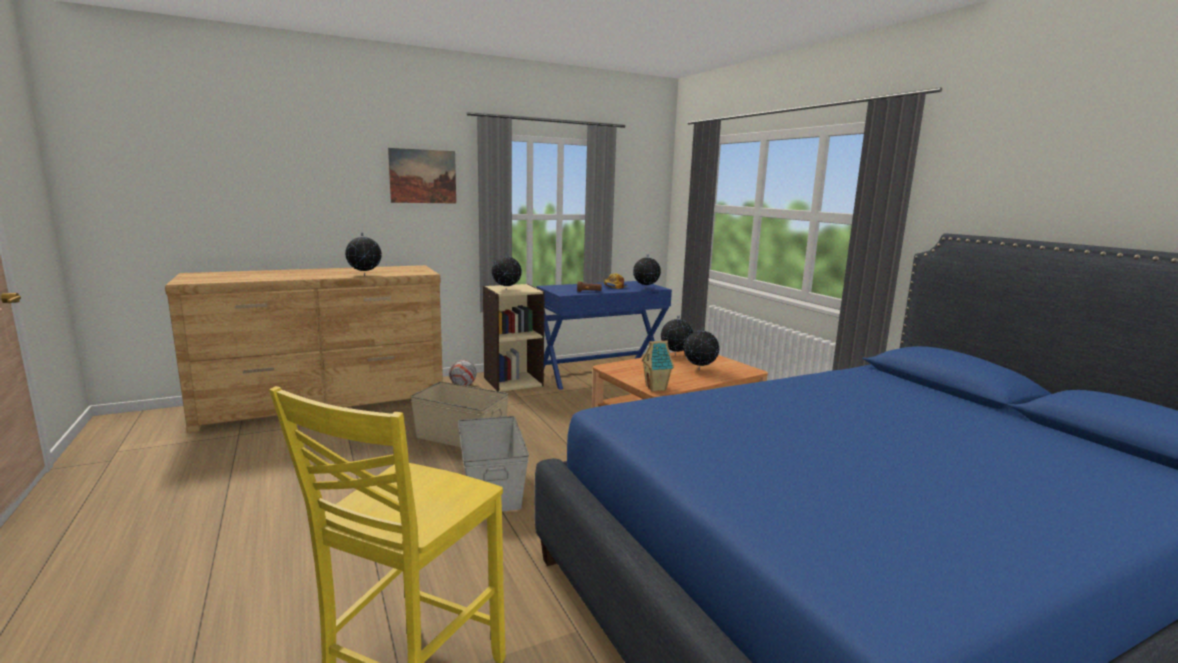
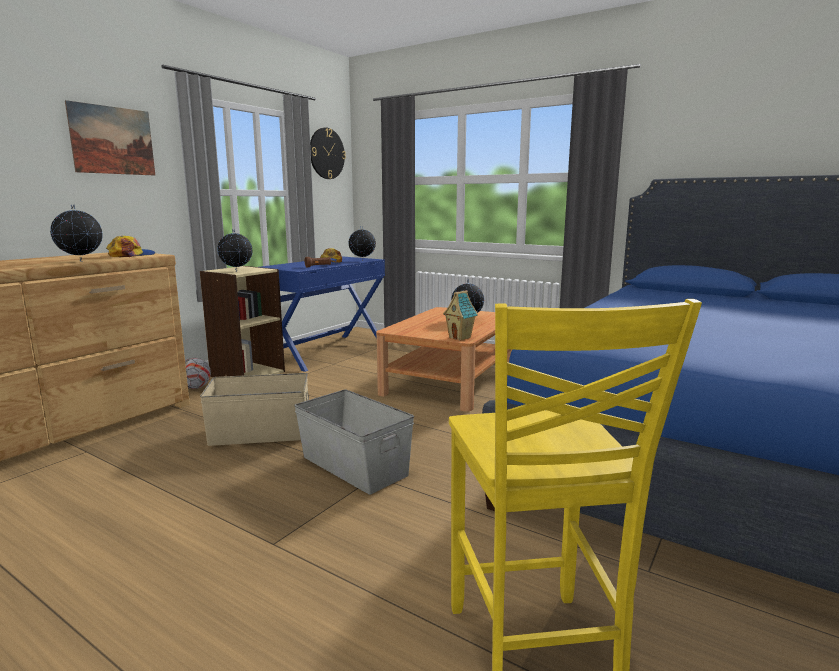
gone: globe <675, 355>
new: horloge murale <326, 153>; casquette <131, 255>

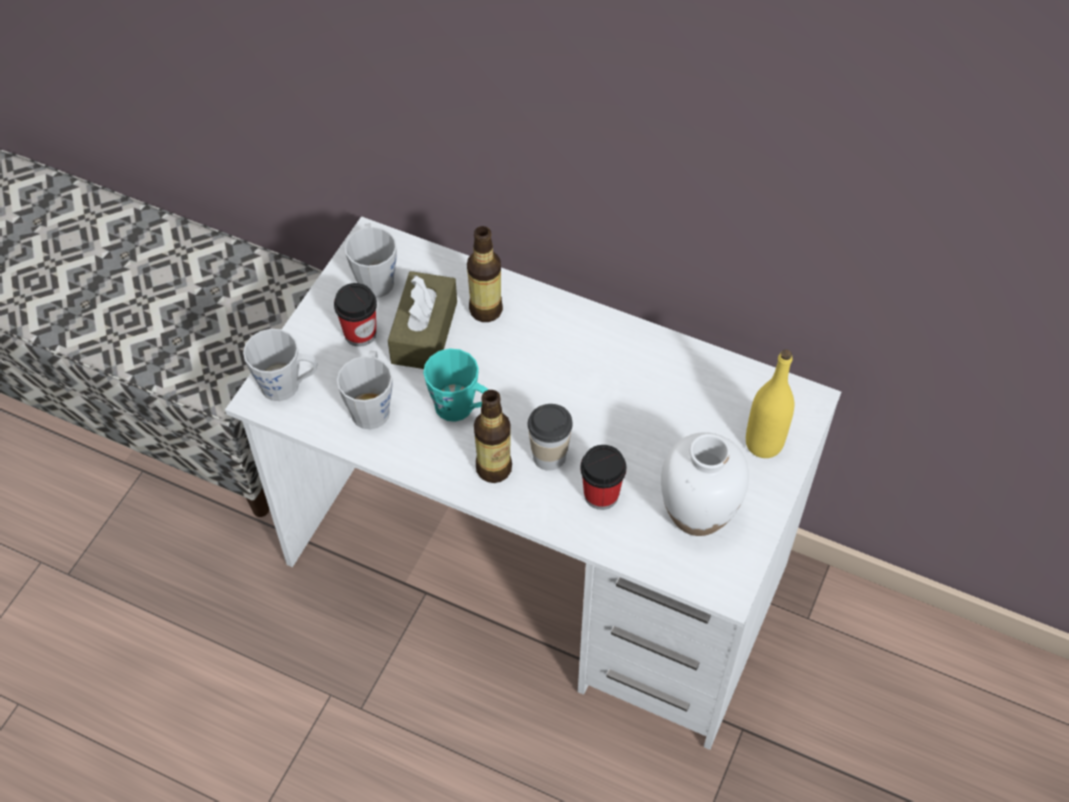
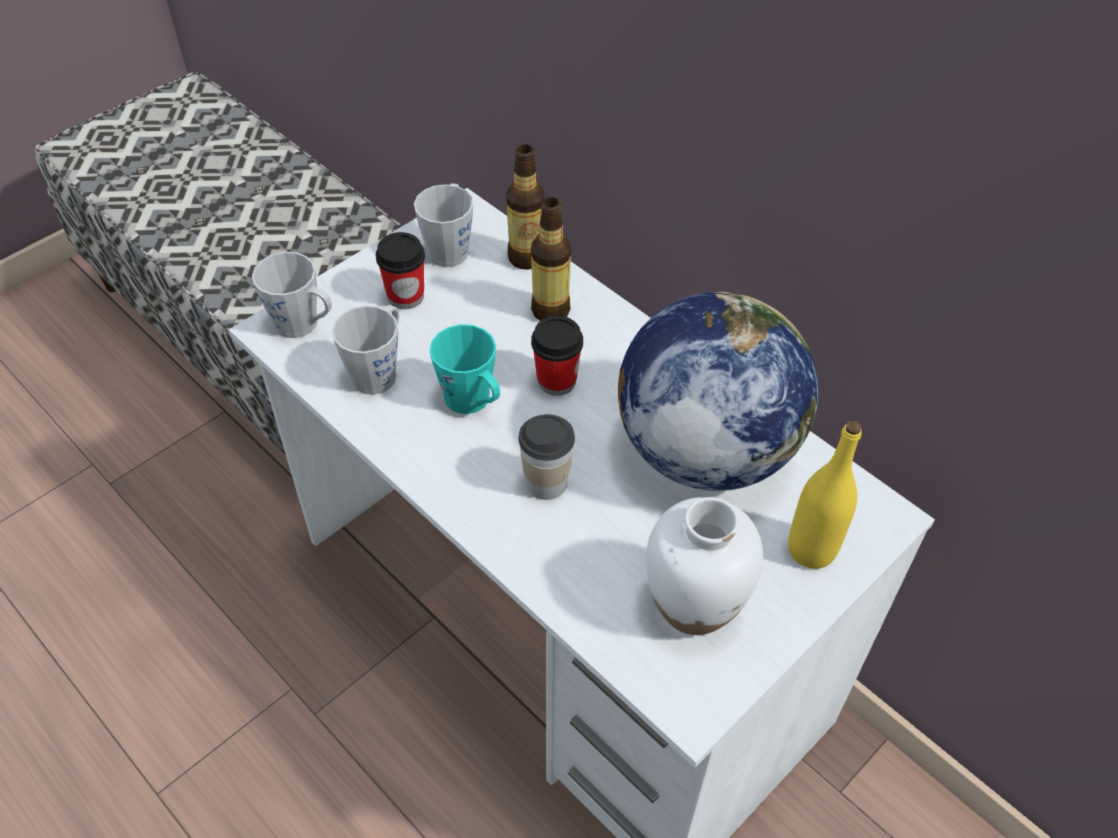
gone: boîte à mouchoirs/marron <424, 332>
new: globe <704, 450>
shifted: bouteille <494, 468> to <526, 258>; tasse <601, 494> to <556, 380>

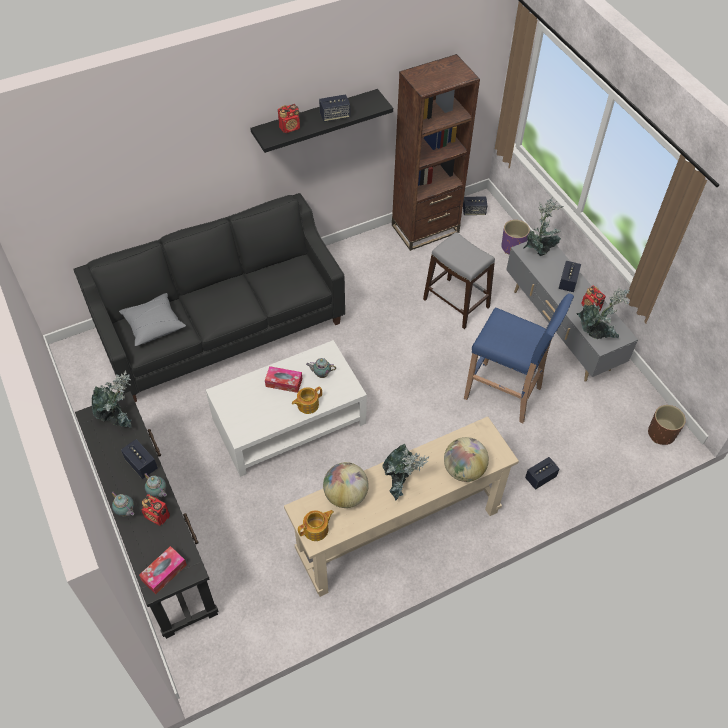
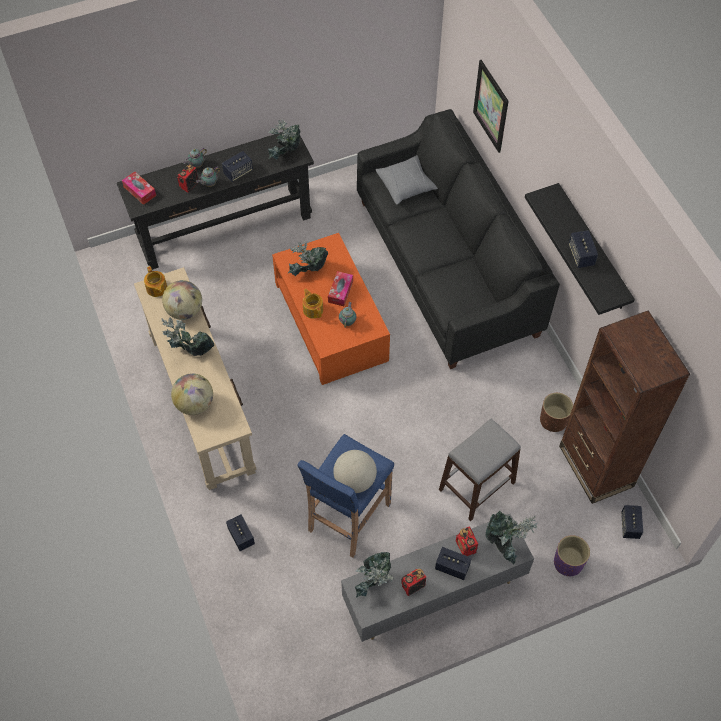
new: tableau <491, 106>; plante en pot <308, 273>; globe <355, 480>
shifted: radio <290, 128> to <466, 547>; cache-pot/marron <661, 434> to <553, 420>
repainted: table basse/blanc <289, 421> to table basse/orange <331, 321>

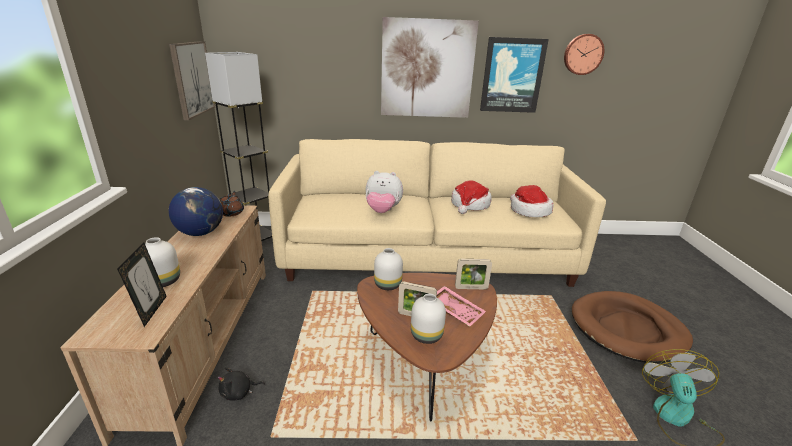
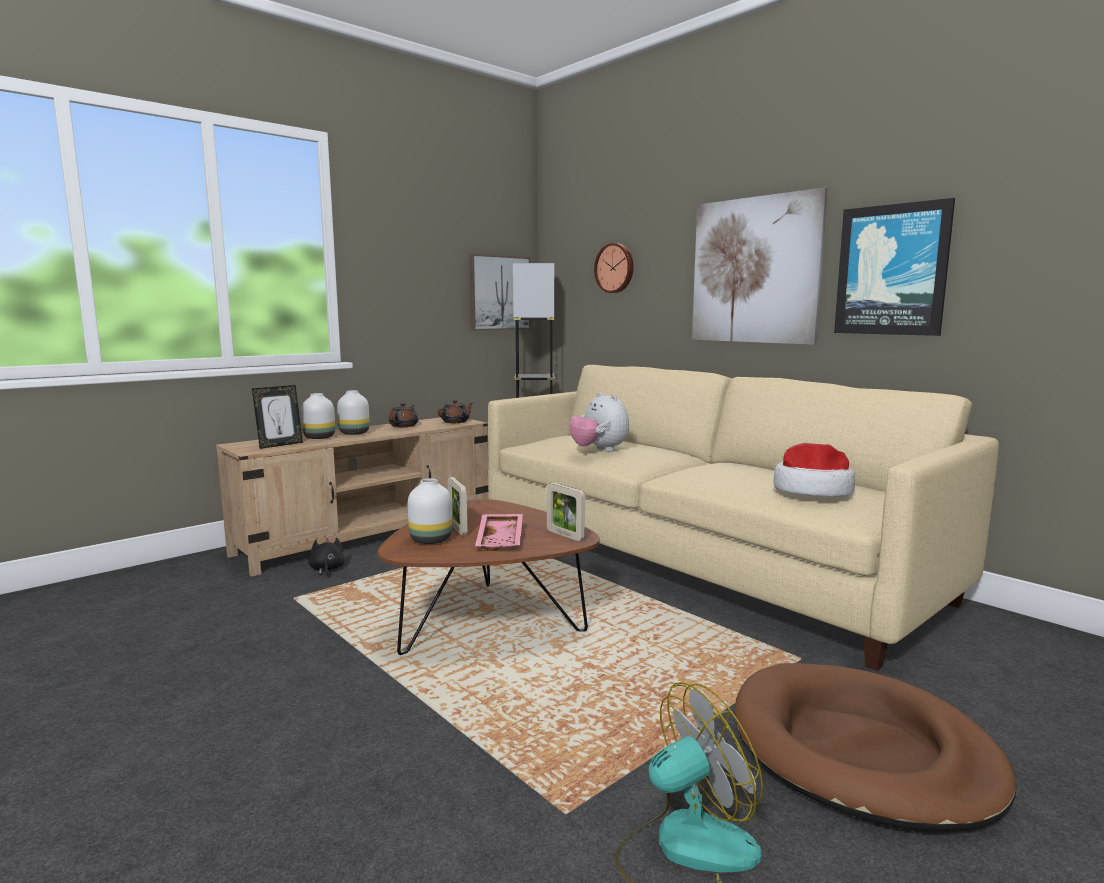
gone: chapeau <470, 205>
shifted: horloge murale <583, 54> to <615, 268>; vase/blanc <388, 285> to <354, 433>
swapped: globe <200, 233> to théière/marron <404, 426>
rotated: peluche/noir <239, 392> = <327, 569> 45 degrees clockwise

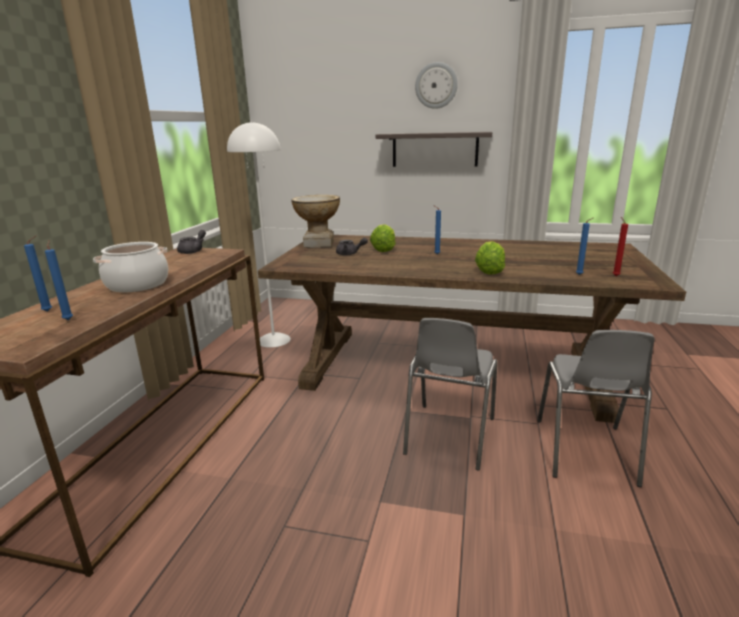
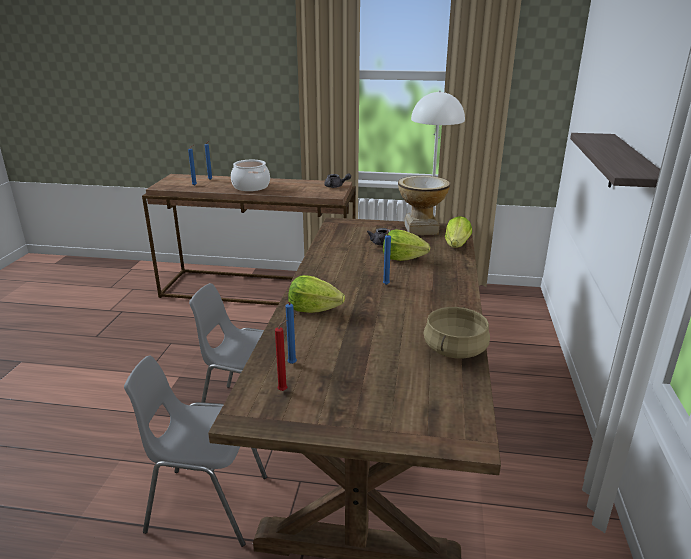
gone: horloge murale <436, 85>
new: laitue <456, 245>; marmite/beige <454, 349>

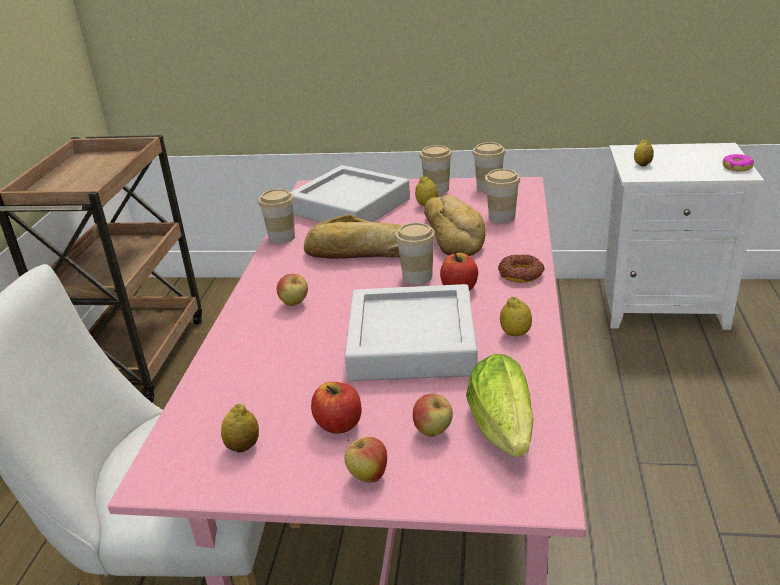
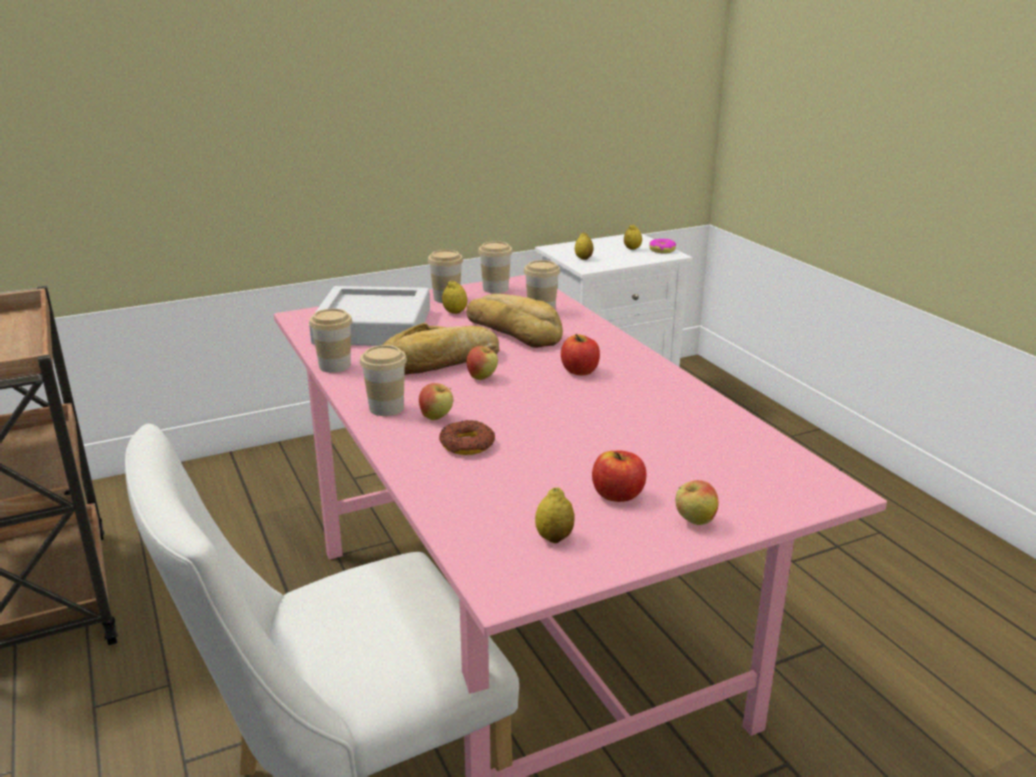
gone: plateau/gris <411, 342>; laitue <503, 432>
shifted: tasse <417, 277> to <386, 408>; beignet <520, 274> to <467, 444>; citron <515, 333> to <632, 249>; pomme <433, 432> to <482, 378>

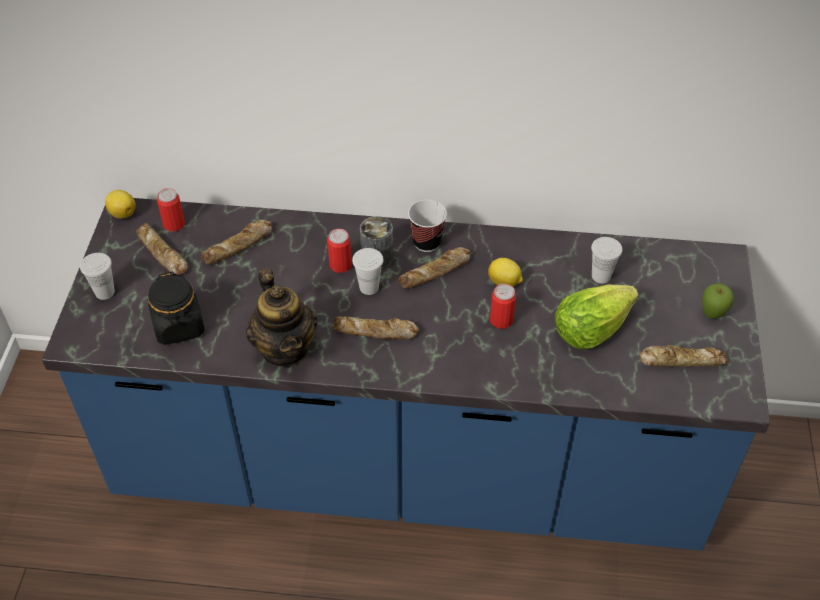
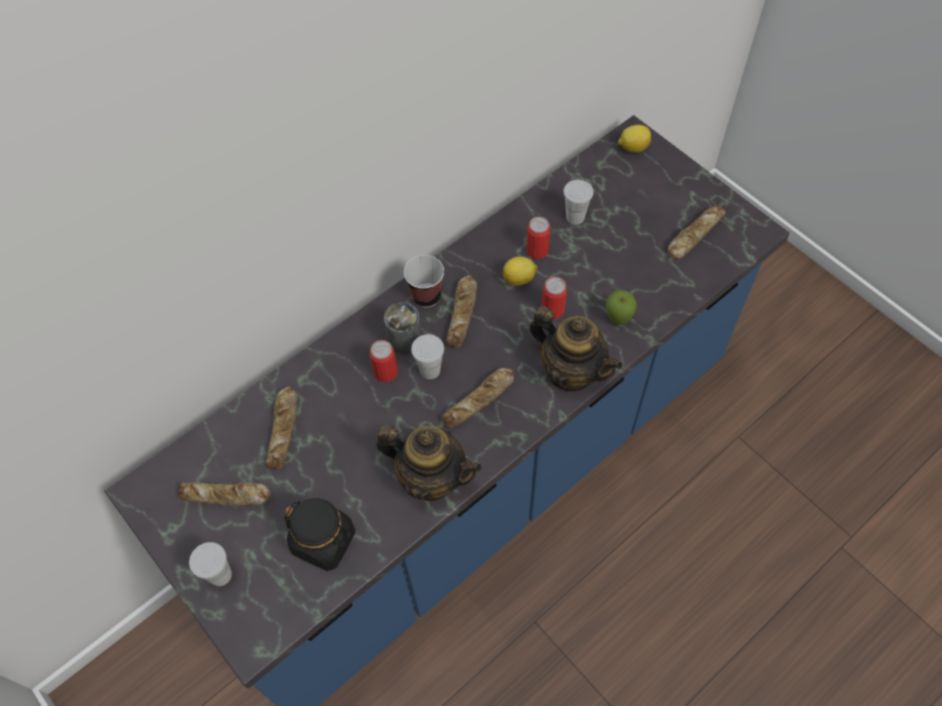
gone: laitue <590, 330>
new: théière <571, 371>
shifted: boîte métallique <174, 224> to <537, 250>; citron <122, 213> to <633, 147>; pomme <712, 315> to <618, 319>

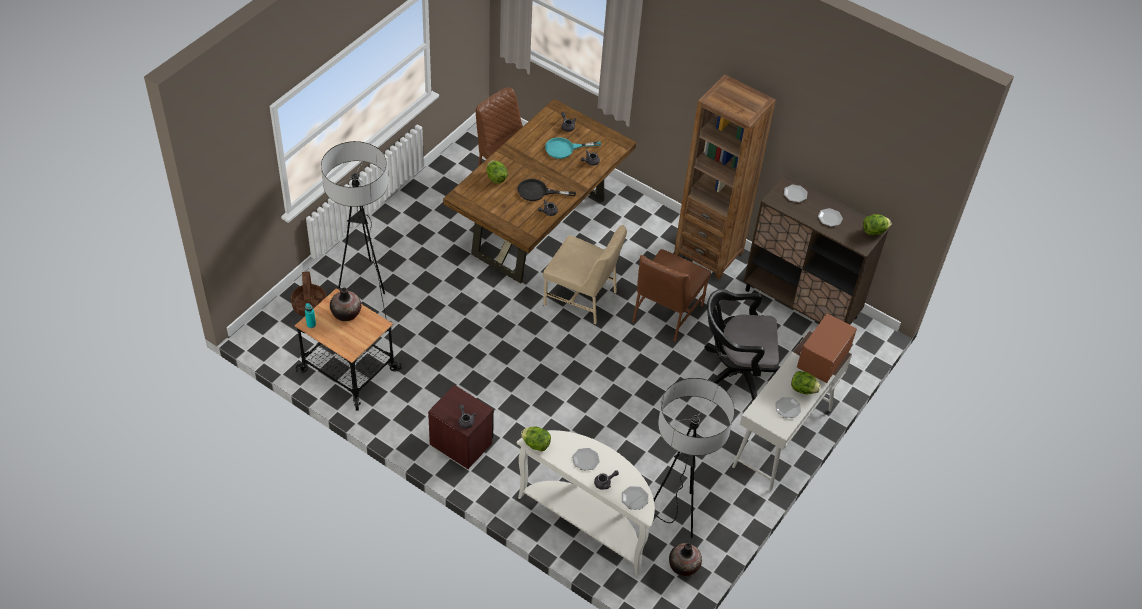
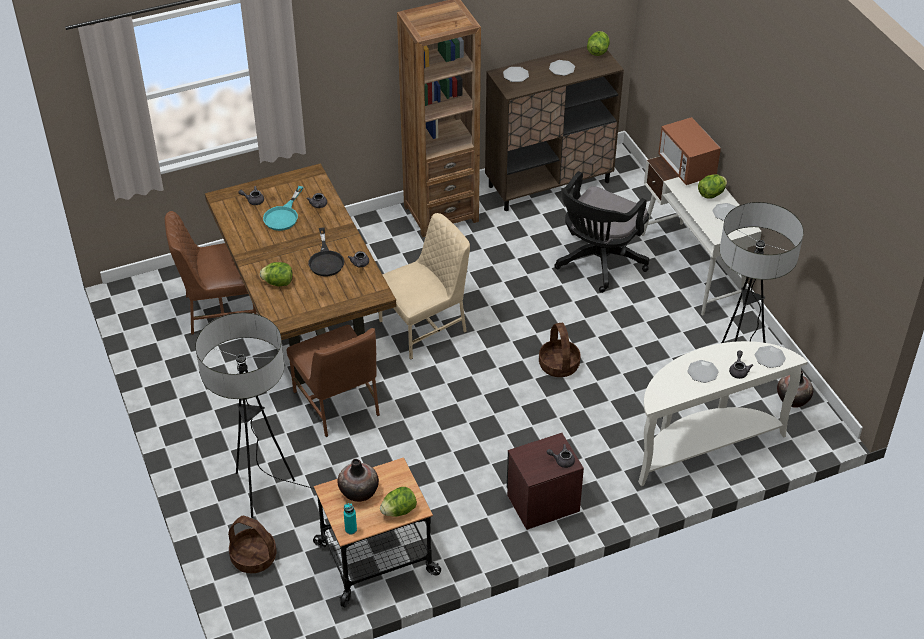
new: panier <559, 365>
shifted: chaise/marron <665, 313> to <338, 404>; laitue <536, 444> to <399, 510>
rotated: poêle/noir <538, 192> = <326, 260> 45 degrees counterclockwise

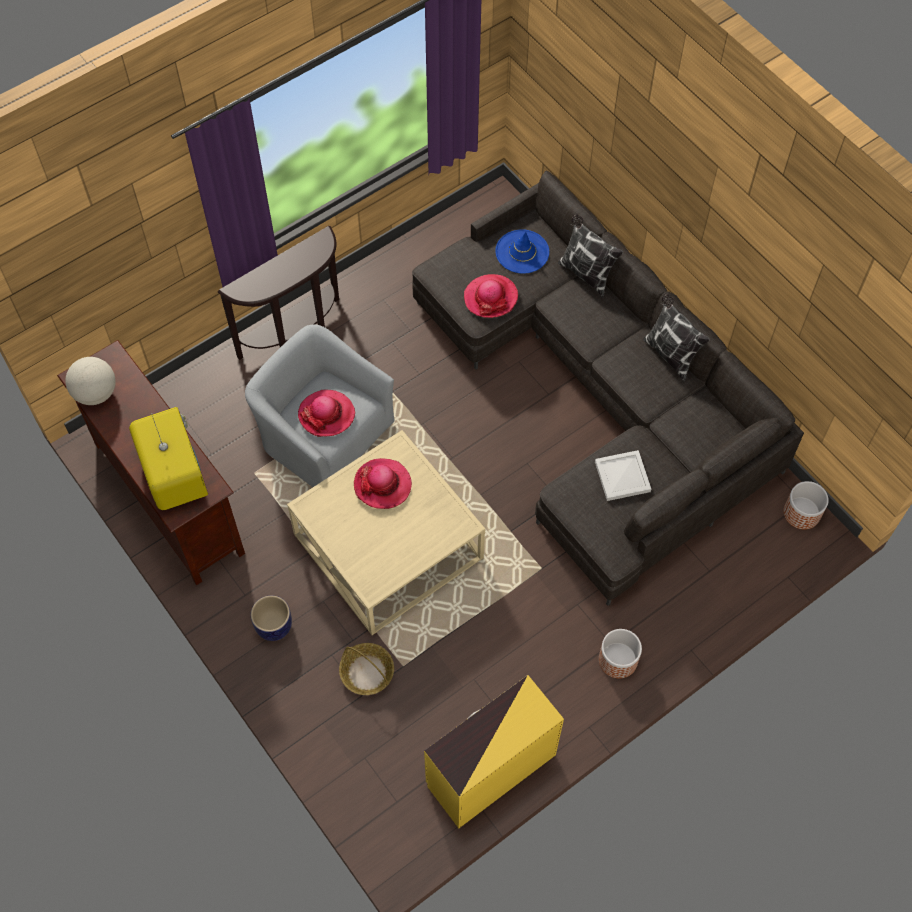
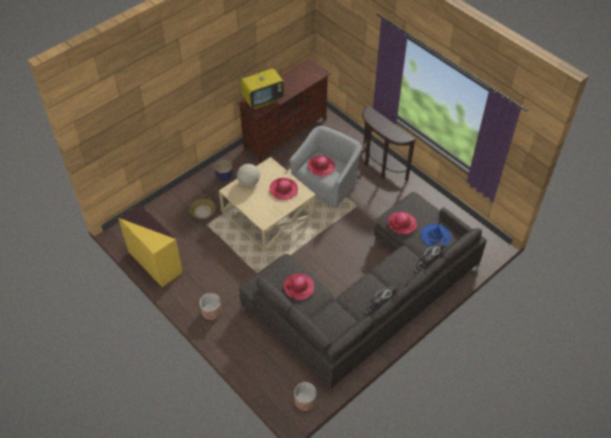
shifted: globe <95, 393> to <249, 182>
swapped: plateau/blanc <623, 476> to chapeau <299, 287>

